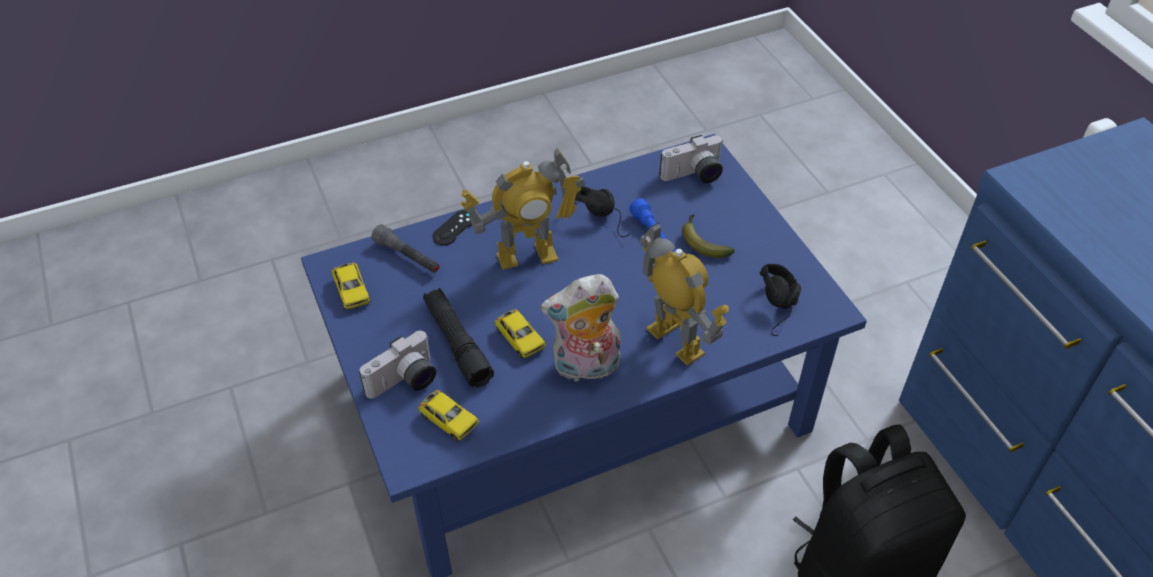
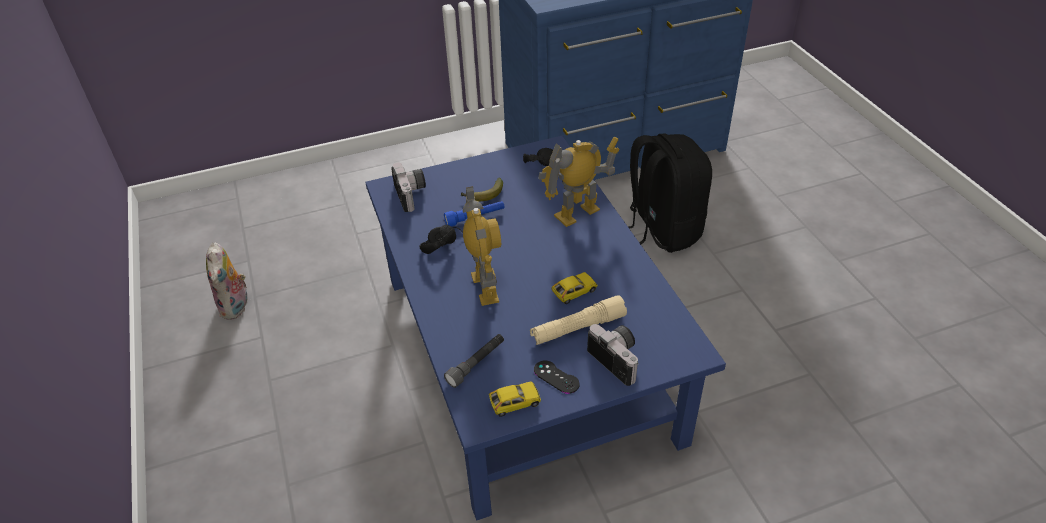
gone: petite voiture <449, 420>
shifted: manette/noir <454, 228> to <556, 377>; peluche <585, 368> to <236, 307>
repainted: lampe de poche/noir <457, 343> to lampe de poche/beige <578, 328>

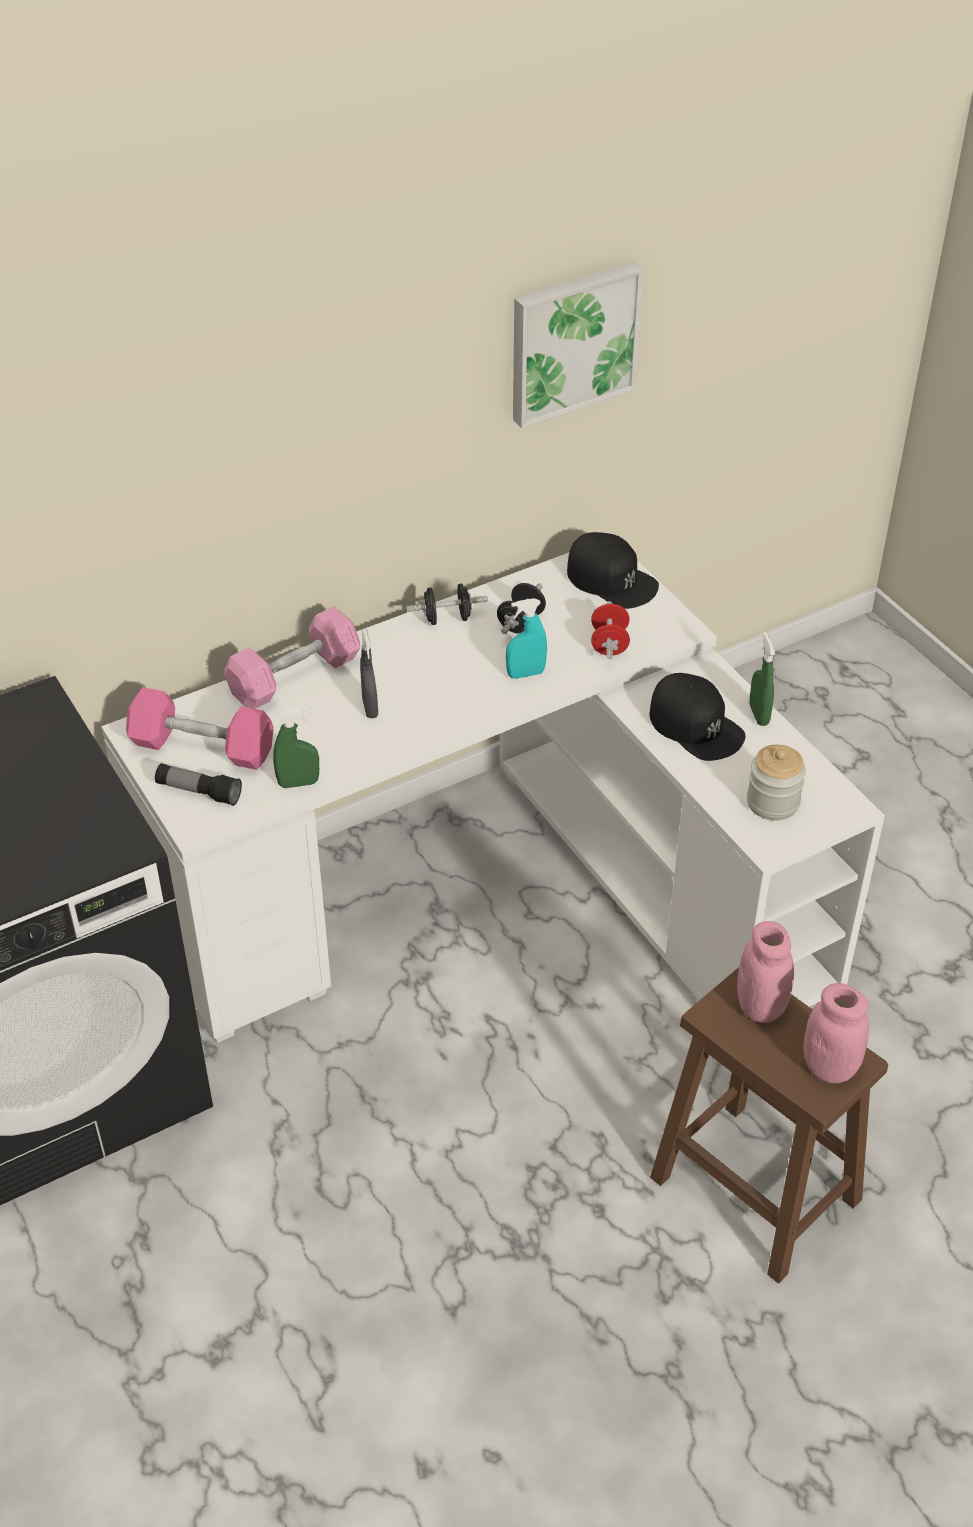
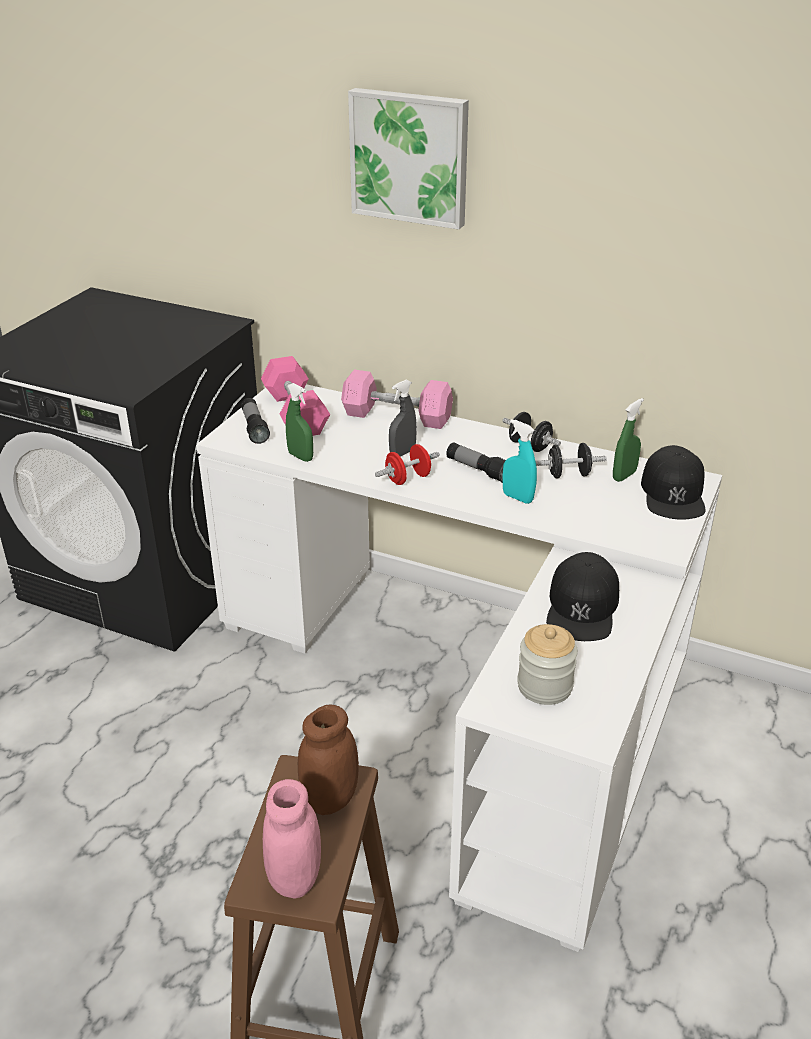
new: lampe de poche <478, 470>
shifted: tableau <572, 341> to <410, 157>; haltère/rouge <609, 644> to <408, 479>; vaporisateur/vert <758, 715> to <624, 476>
repainted: bocal/rose <760, 1006> to bocal/marron <330, 799>

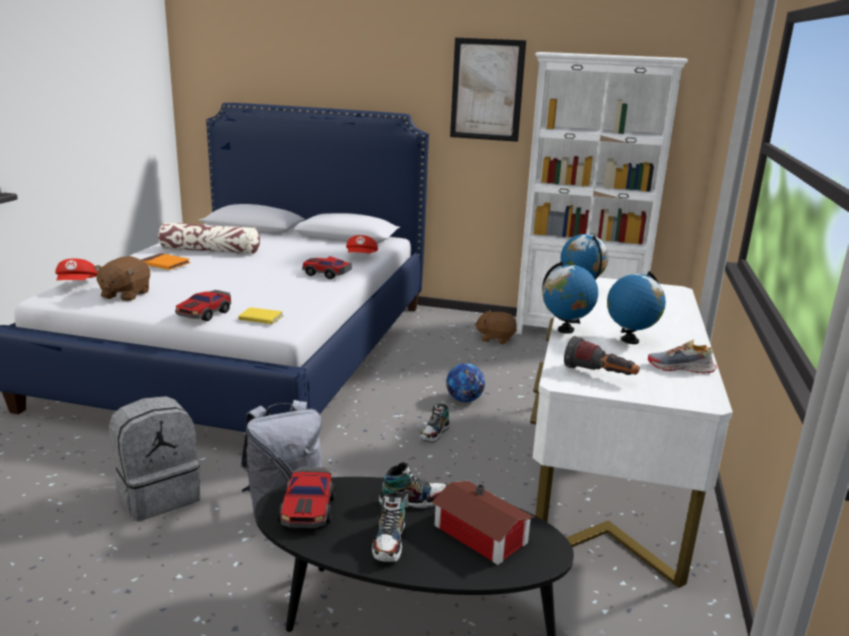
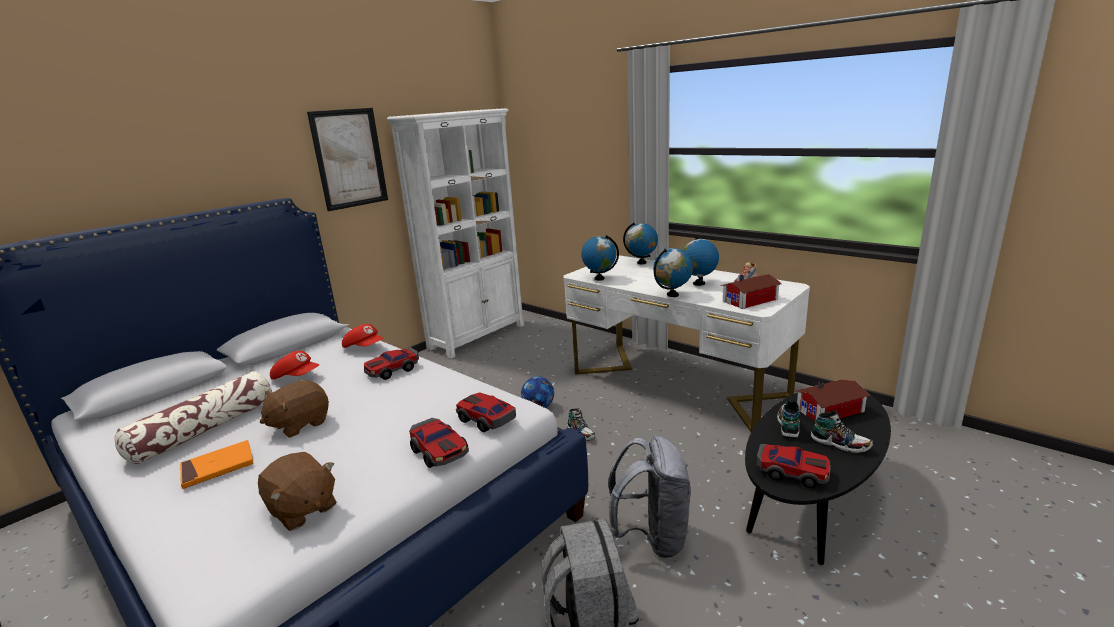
new: globe <641, 263>
shifted: casquette/rouge <77, 284> to <297, 377>; peluche/marron <495, 338> to <299, 424>
swapped: livre/jaune <260, 319> to petite voiture <487, 419>; lampe de poche <599, 375> to maison miniature <752, 300>

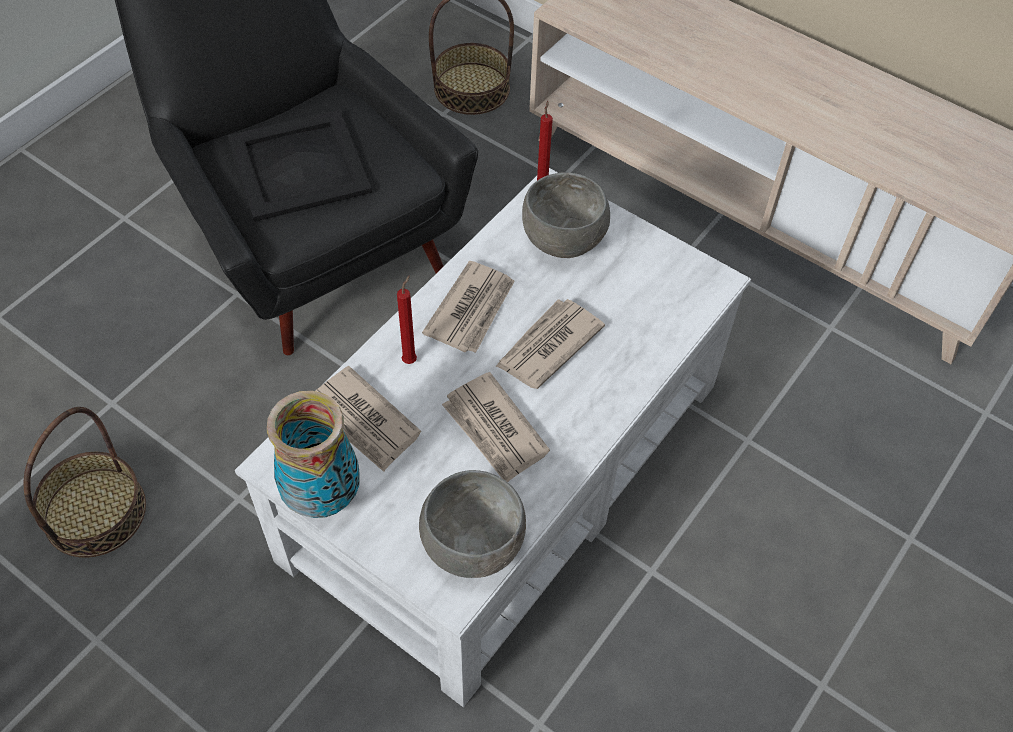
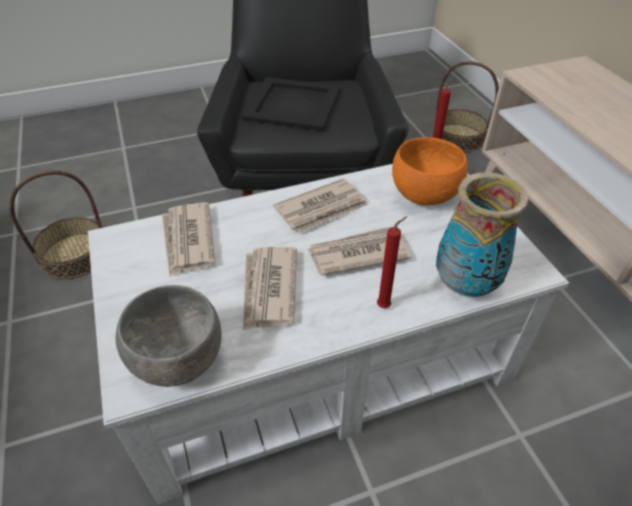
shifted: bougie/rouge <411, 359> to <385, 305>; vase <322, 495> to <465, 284>
repainted: bol/gris <564, 240> to bol/orange <425, 195>

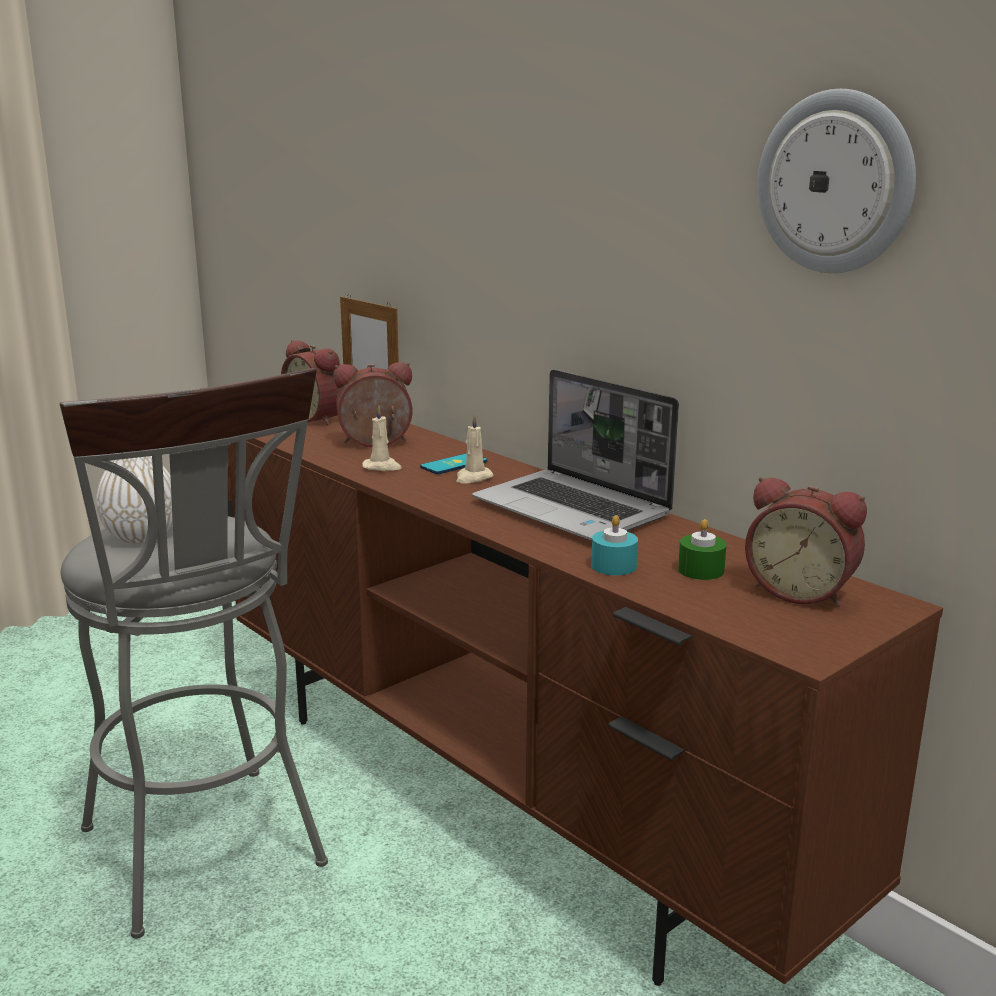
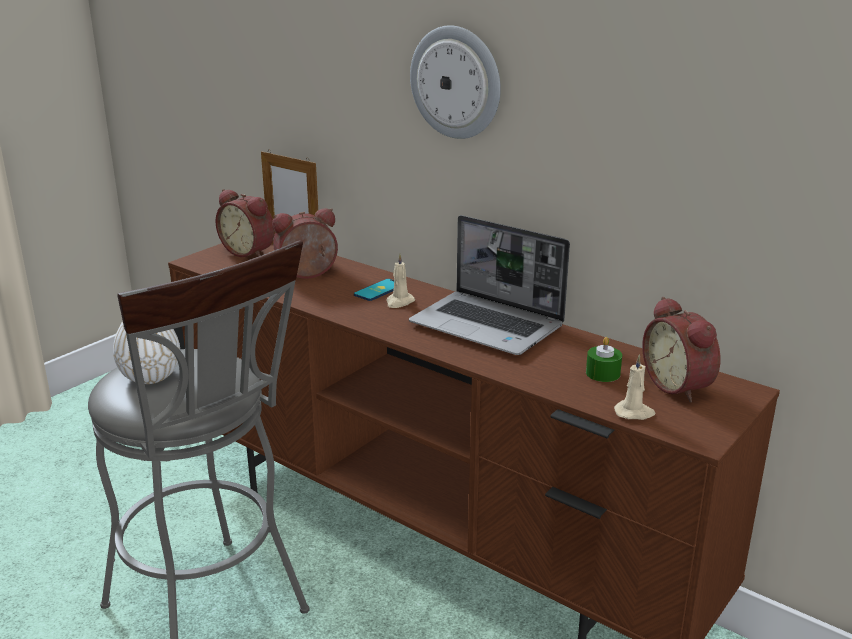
gone: bougie/turquoise <613, 566>
shifted: horloge murale <836, 183> to <456, 82>; bougie/beige <382, 467> to <634, 413>
rotated: réveil <801, 592> = <680, 386> 45 degrees clockwise

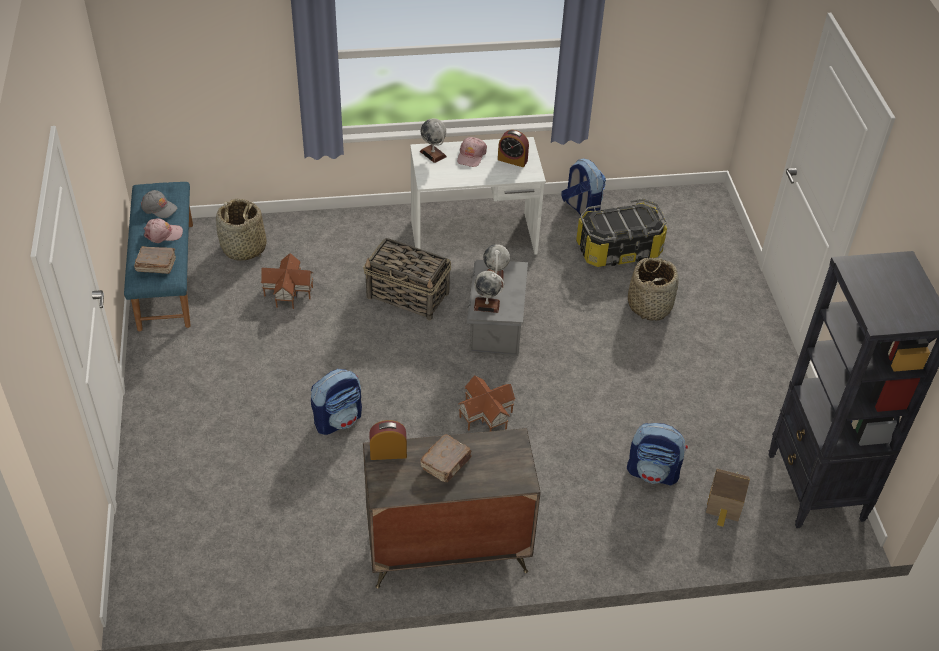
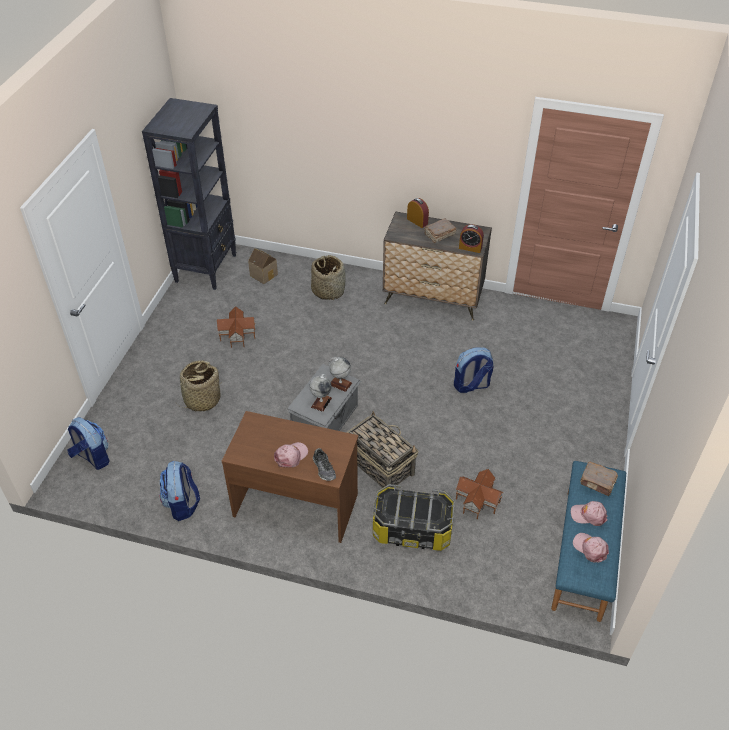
shifted: réveil <512, 160> to <417, 221>; panier <244, 248> to <328, 290>; boîte de rangement <618, 249> to <412, 530>; maison miniature <487, 415> to <237, 335>; sac à dos <653, 472> to <92, 457>
swapped: globe <433, 154> to chaussure <324, 469>
repainted: bureau/blanc <474, 238> to bureau/marron <295, 504>; casquette/gris <159, 208> to casquette/rose <590, 548>

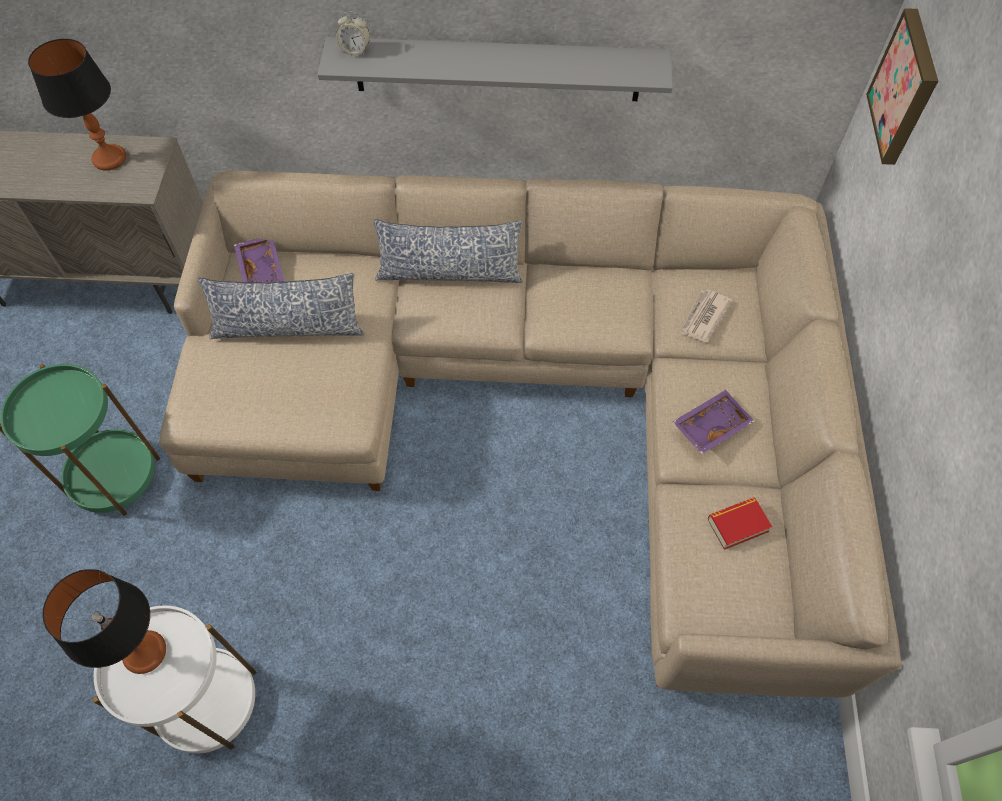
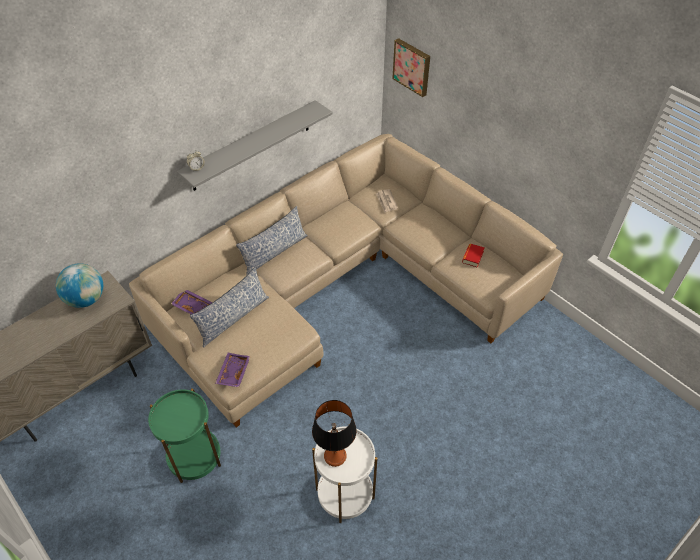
shifted: plateau/violet <710, 425> to <233, 372>
swapped: lampe de table <110, 159> to globe <86, 299>

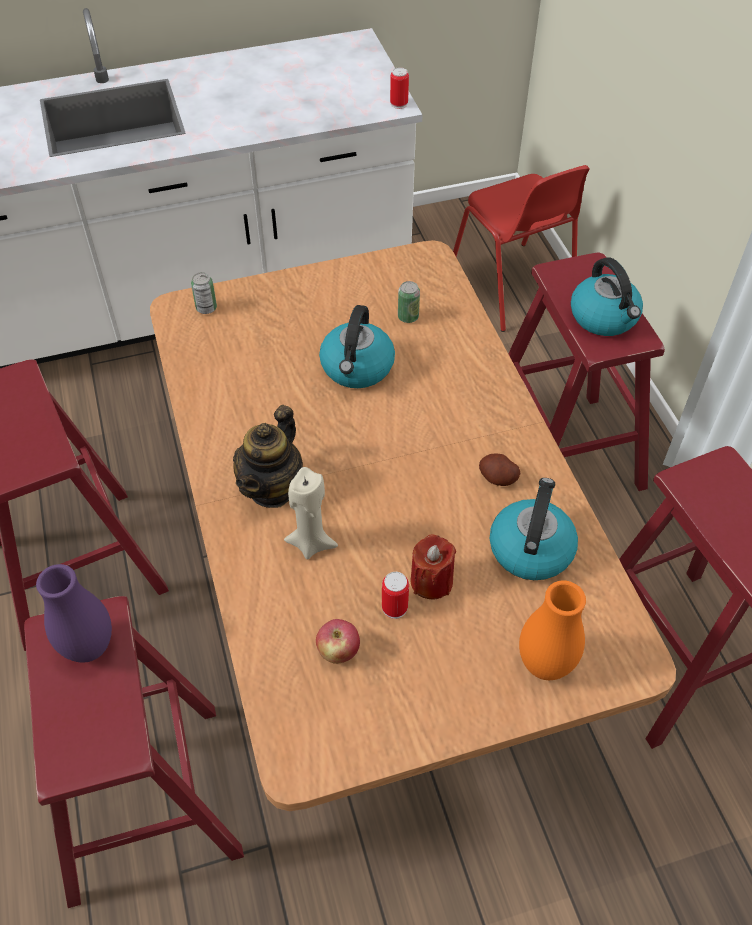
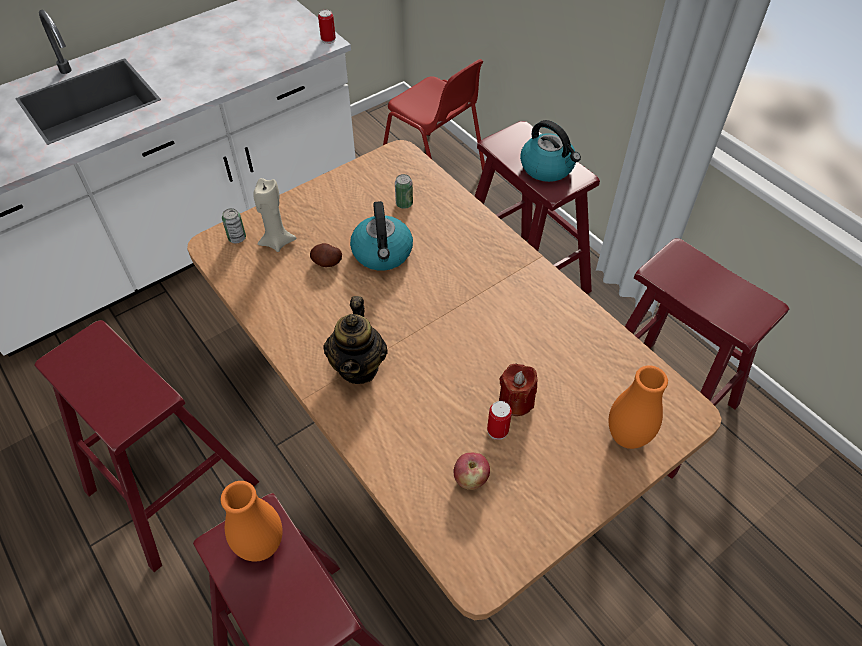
gone: bouilloire <530, 548>
shifted: pomme de terre <497, 478> to <327, 262>; bougie/beige <311, 542> to <277, 242>
repainted: vase/violet <89, 647> to vase/orange <261, 545>

